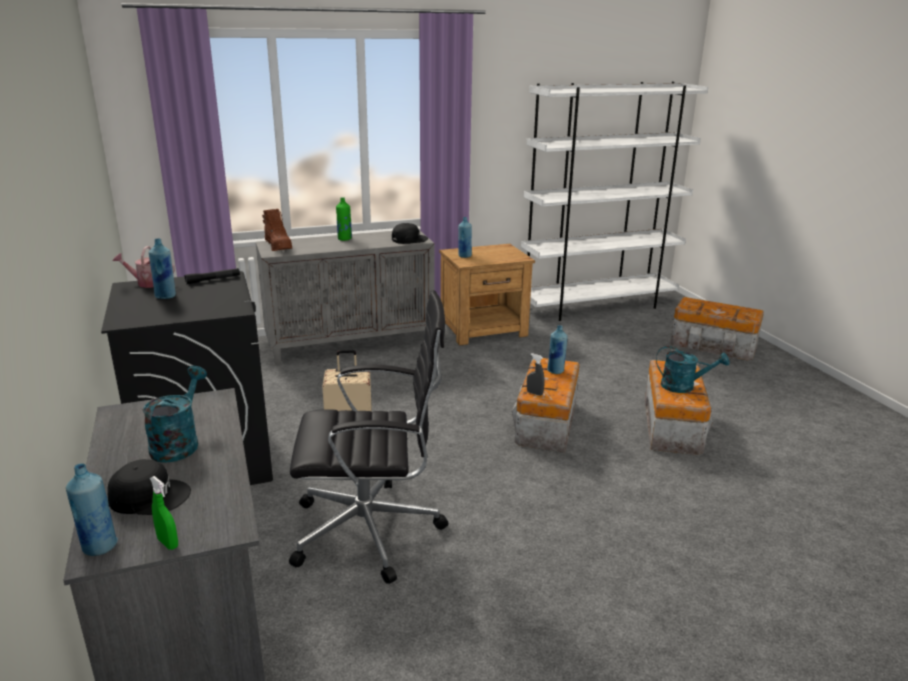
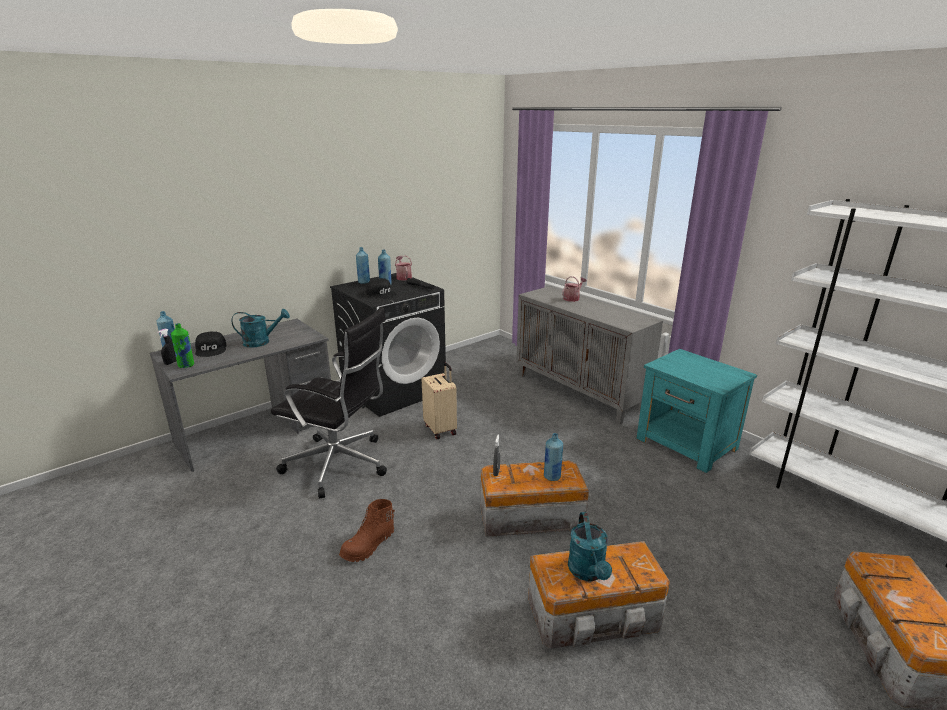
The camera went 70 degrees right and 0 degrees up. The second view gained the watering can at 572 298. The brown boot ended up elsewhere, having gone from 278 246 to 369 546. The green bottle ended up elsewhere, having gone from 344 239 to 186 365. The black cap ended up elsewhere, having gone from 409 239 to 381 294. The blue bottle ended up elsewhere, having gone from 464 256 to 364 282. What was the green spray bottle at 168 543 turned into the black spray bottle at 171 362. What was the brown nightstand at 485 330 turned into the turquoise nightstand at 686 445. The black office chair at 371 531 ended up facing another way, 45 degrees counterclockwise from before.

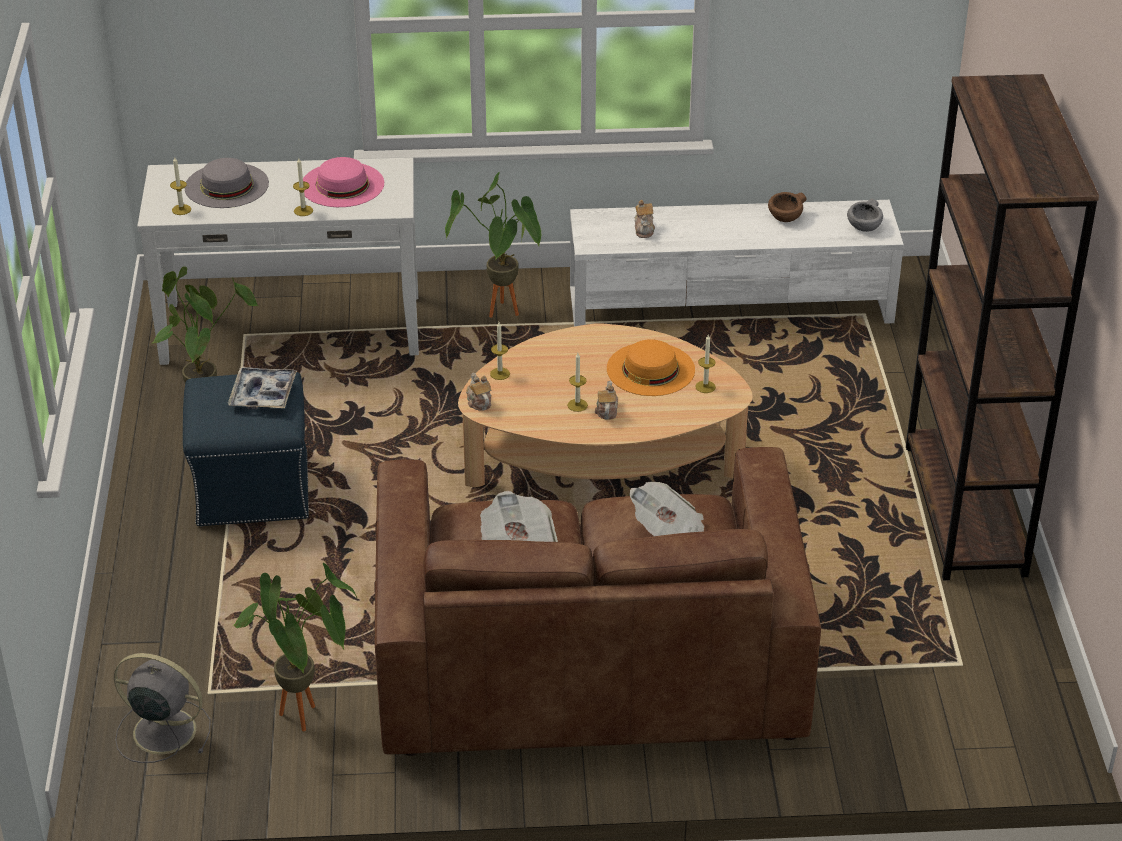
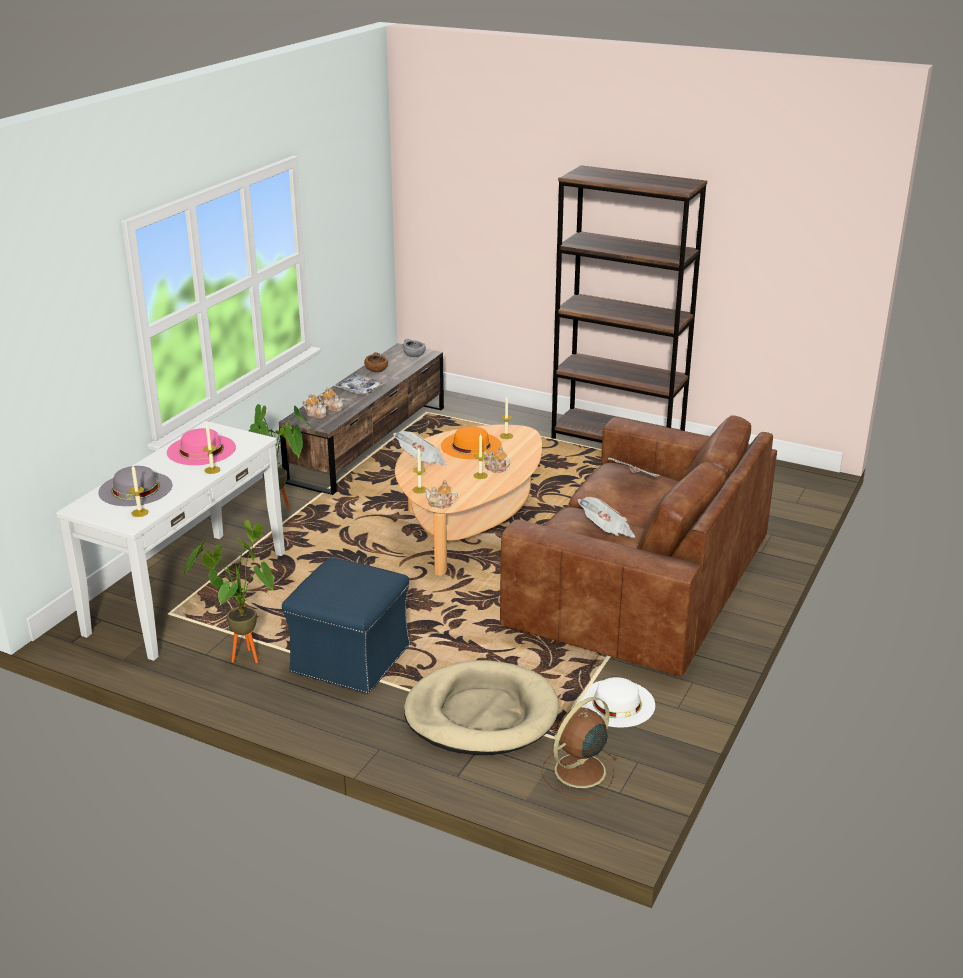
The camera went 60 degrees left and 10 degrees down. The second view gained the teapot at 316 414. The second view gained the newspaper at 421 461. The second view gained the beige dog bed at 481 714. The tray ended up elsewhere, having gone from 263 394 to 359 389. Where the potted plant stood at 308 720, the white hat came to stand at 617 703. What was the grey fan at 161 731 turned into the brown fan at 578 772. What was the white tv stand at 732 305 turned into the brown tv stand at 369 443.

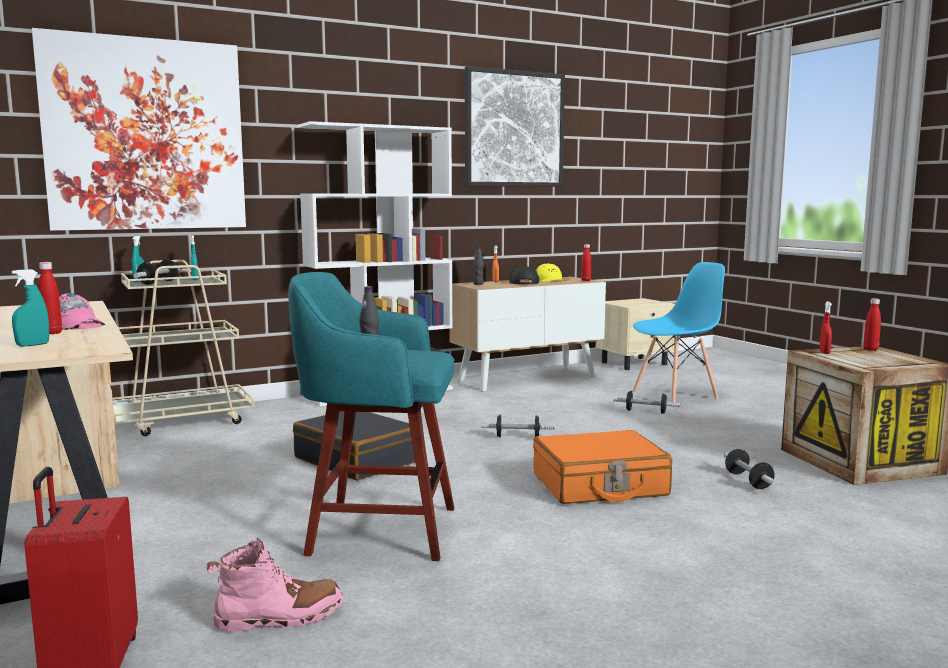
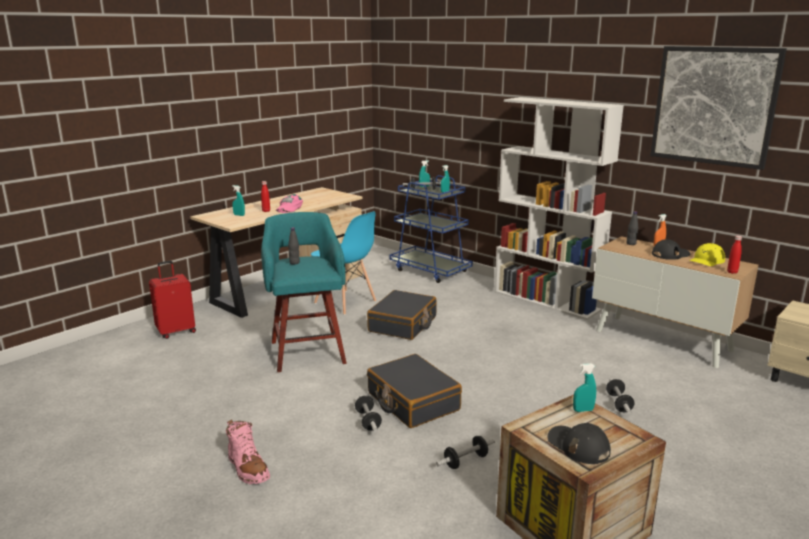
The camera went 70 degrees right and 10 degrees up. The second view lost the picture at 145 135. The second view lost the red bottle at 870 349. The second view gained the black cap at 578 446. The pink boot ended up elsewhere, having gone from 279 617 to 248 468. The dumbbell ended up elsewhere, having gone from 517 437 to 368 421. The blue chair ended up elsewhere, having gone from 675 395 to 345 302. What was the beige cart at 183 421 turned into the blue cart at 430 271. What was the orange suitcase at 599 485 turned into the black suitcase at 412 401. What was the red spray bottle at 824 352 turned into the turquoise spray bottle at 583 410.

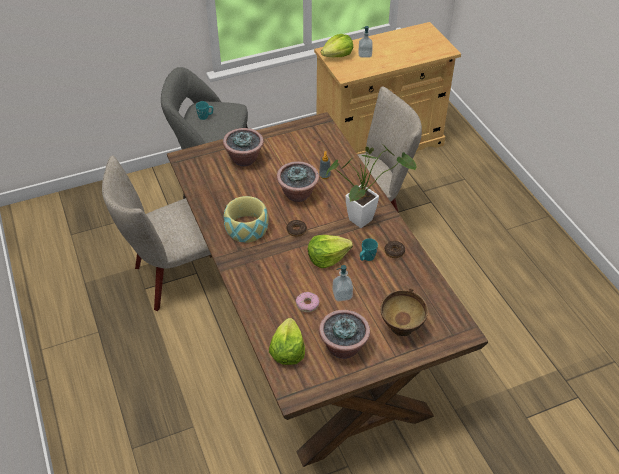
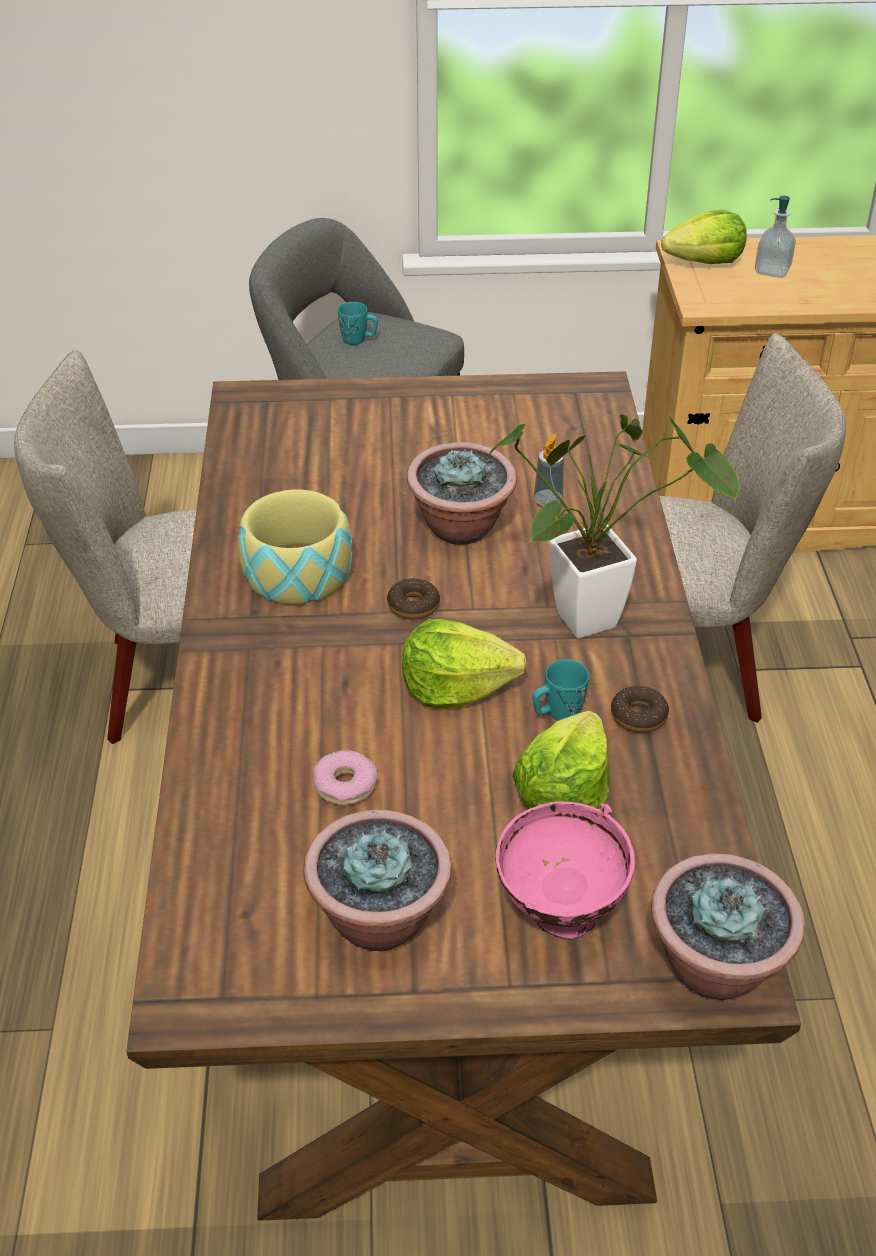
The camera went 20 degrees right and 5 degrees down. The second view lost the soap dispenser at 342 295. The potted plant ended up elsewhere, having gone from 244 159 to 716 967. The lettuce ended up elsewhere, having gone from 287 351 to 563 792. What was the brown bowl at 401 331 turned into the pink bowl at 558 923.

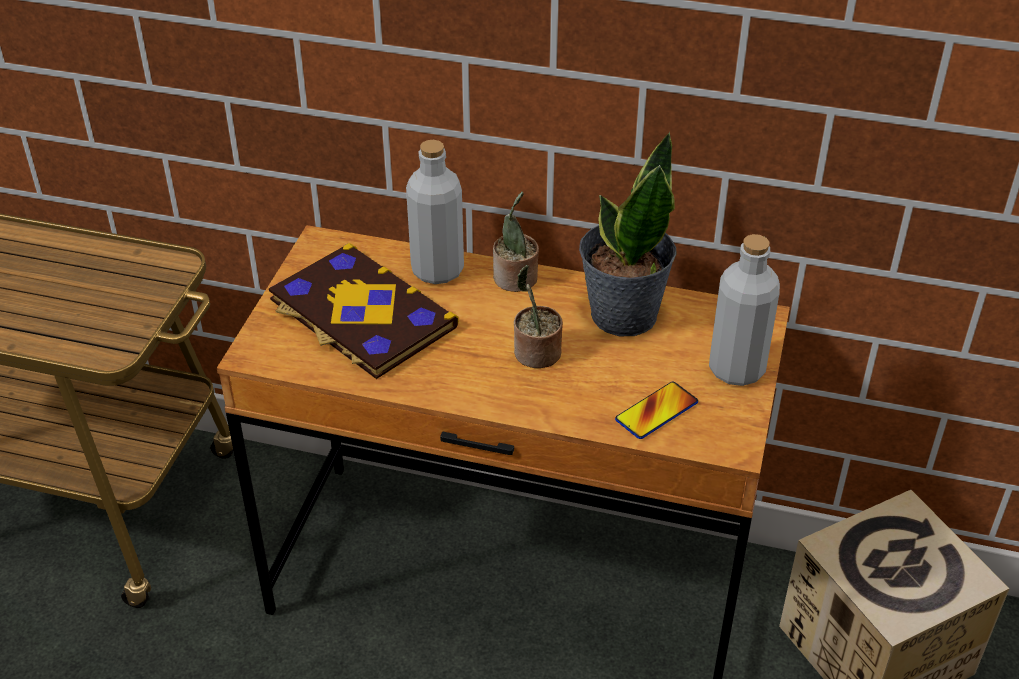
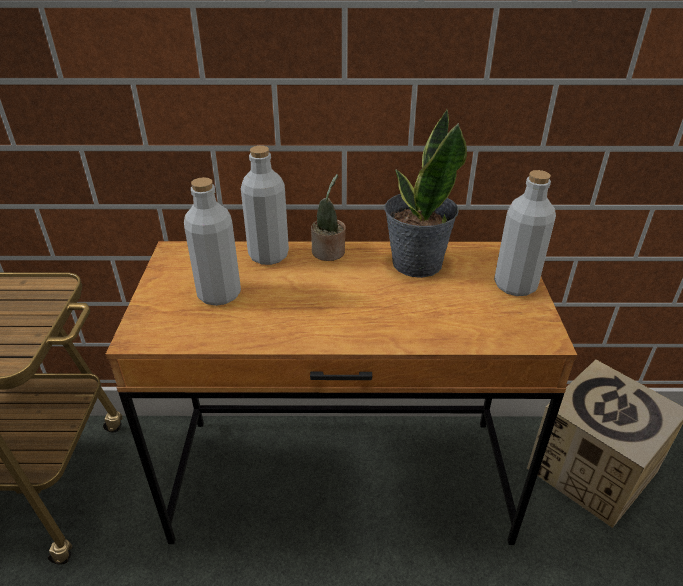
The camera went 15 degrees left and 5 degrees down. The second view lost the potted plant at 535 354. The second view lost the phone at 656 411. Where the book stood at 360 315, the grey bottle came to stand at 219 294.

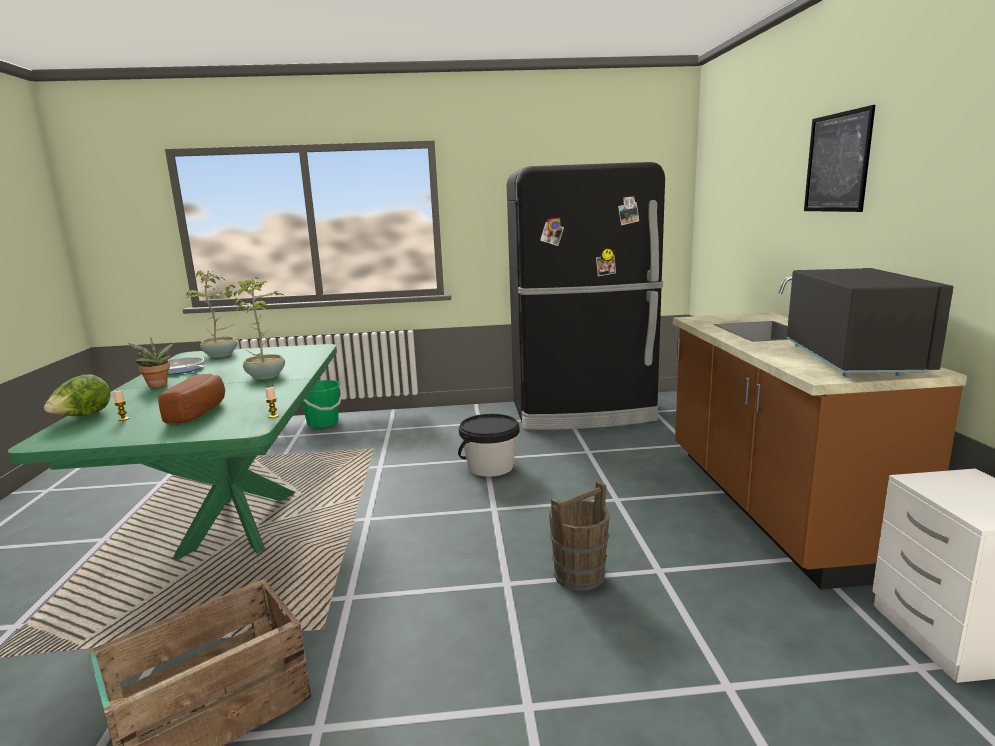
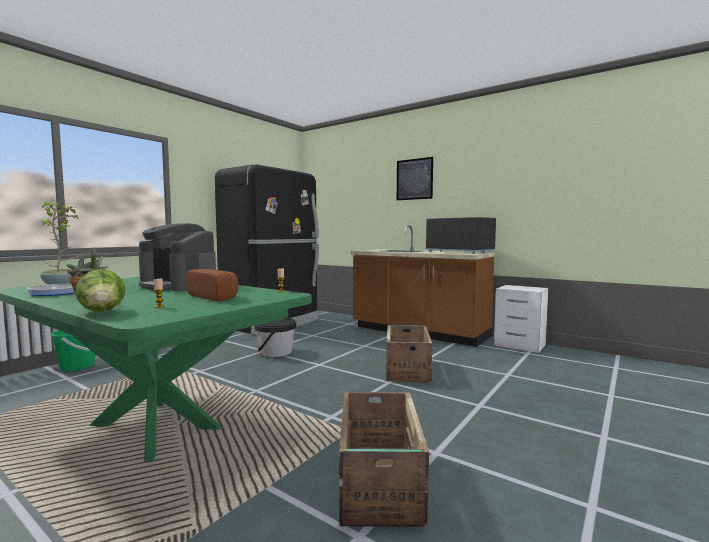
The camera went 50 degrees left and 10 degrees down. Where the potted plant stood at 266 376, the coffee machine came to stand at 179 285. Where the brown bucket stood at 579 575, the crate came to stand at 407 369.

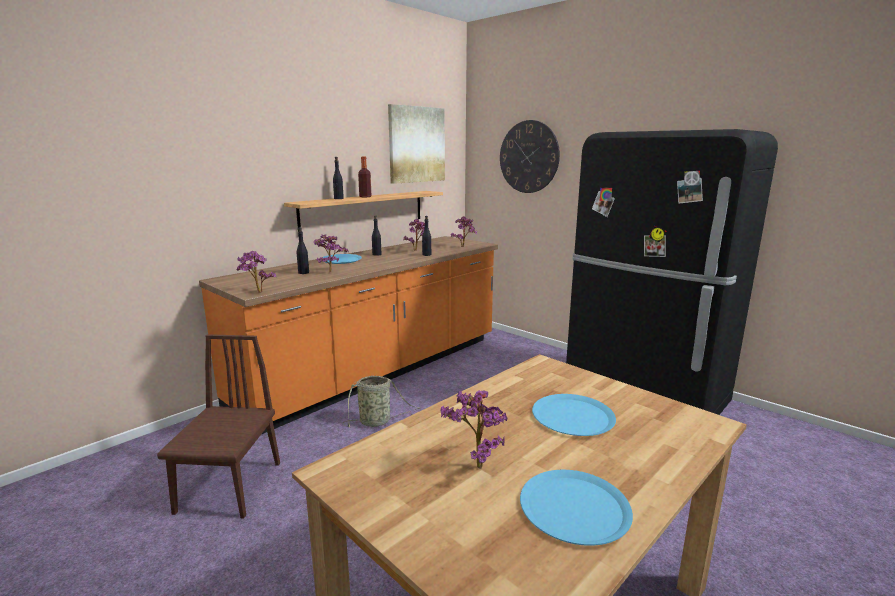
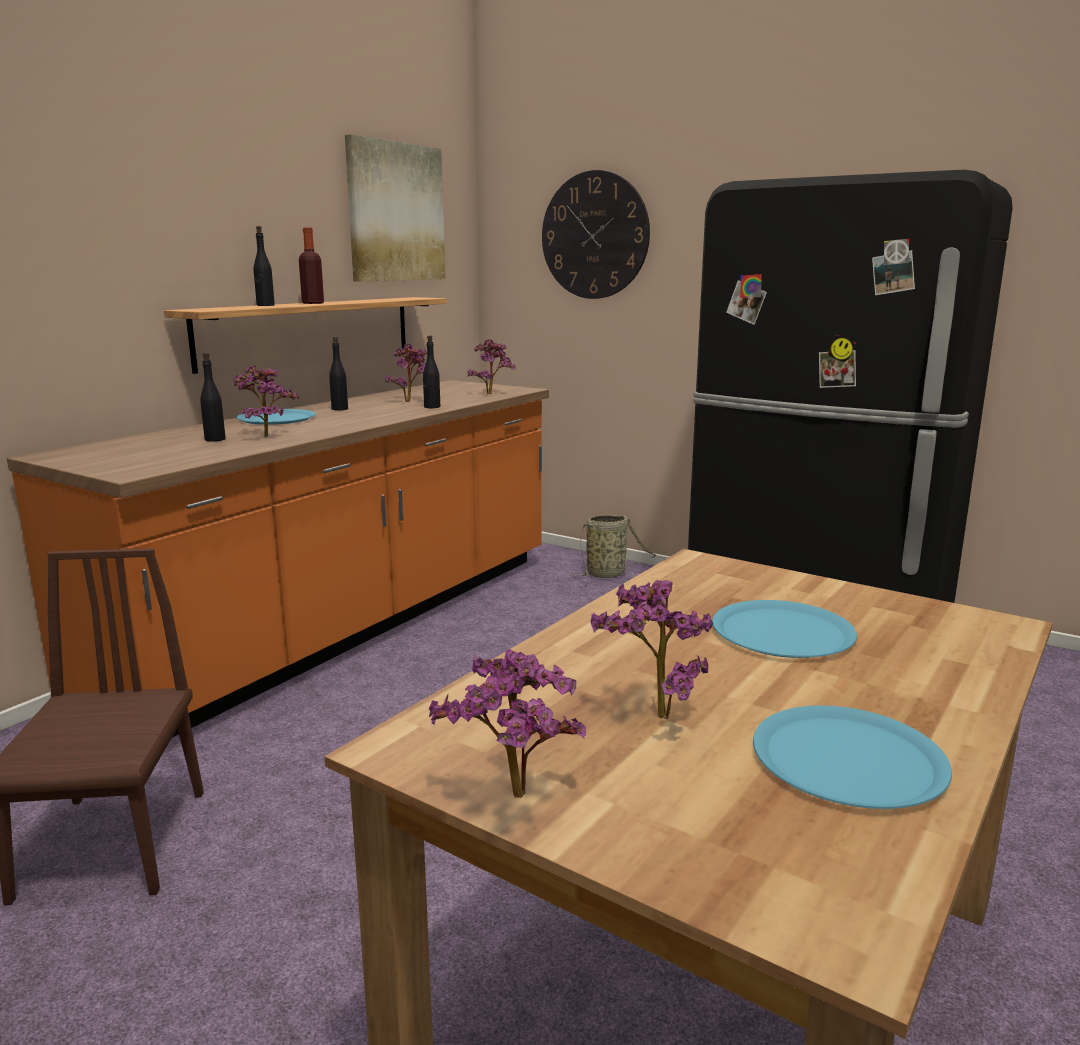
The camera went 10 degrees left and 0 degrees up. The potted plant ended up elsewhere, having gone from 257 293 to 514 802. The basket ended up elsewhere, having gone from 377 421 to 608 574.

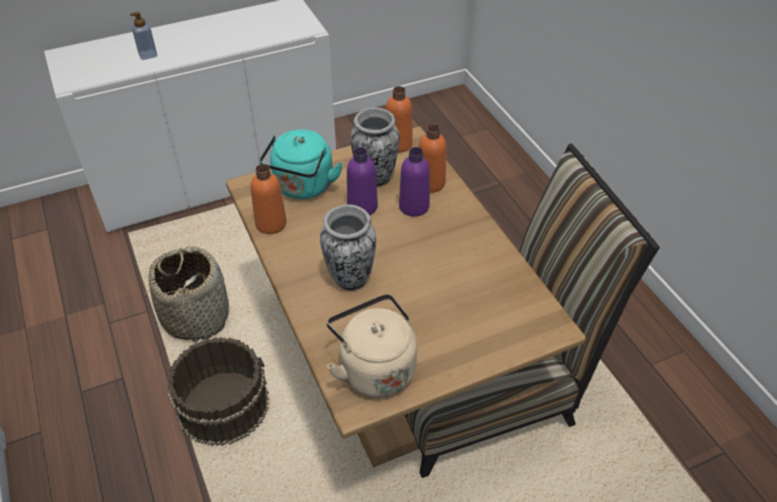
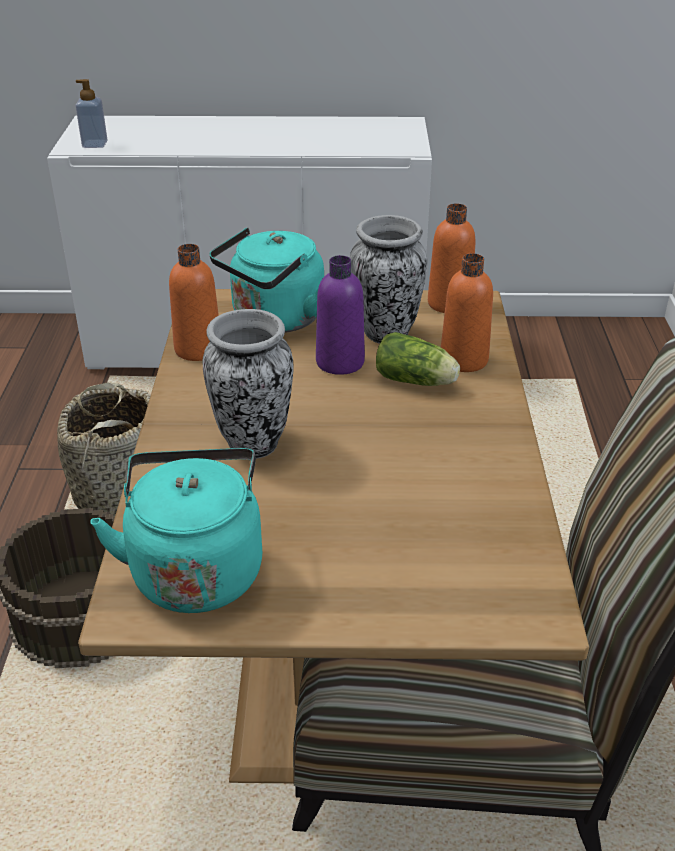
The camera went 25 degrees right and 10 degrees down. The soap dispenser ended up elsewhere, having gone from 148 55 to 95 144. Where the purple bottle stood at 414 206, the lettuce came to stand at 417 381. What was the beige kettle at 374 368 turned into the turquoise kettle at 196 569.

